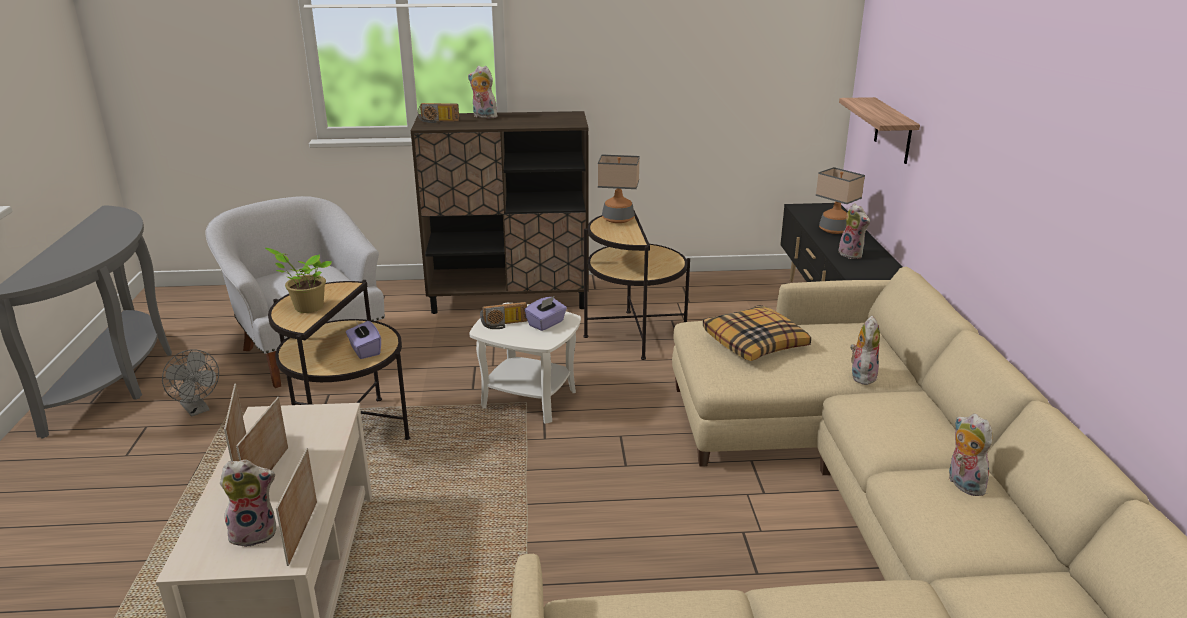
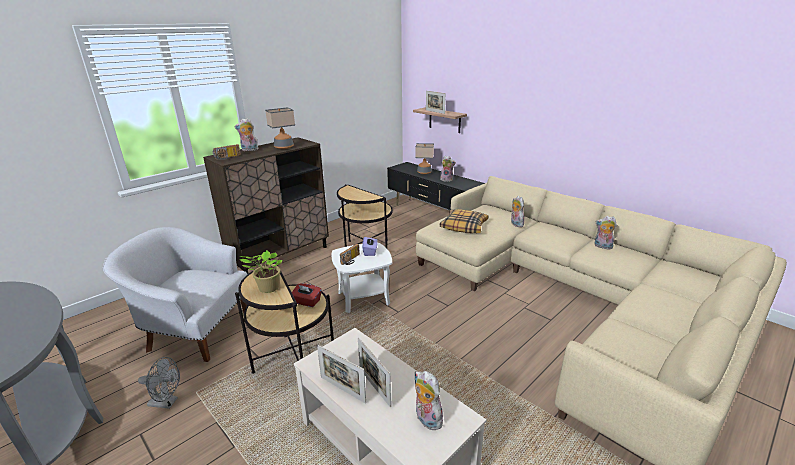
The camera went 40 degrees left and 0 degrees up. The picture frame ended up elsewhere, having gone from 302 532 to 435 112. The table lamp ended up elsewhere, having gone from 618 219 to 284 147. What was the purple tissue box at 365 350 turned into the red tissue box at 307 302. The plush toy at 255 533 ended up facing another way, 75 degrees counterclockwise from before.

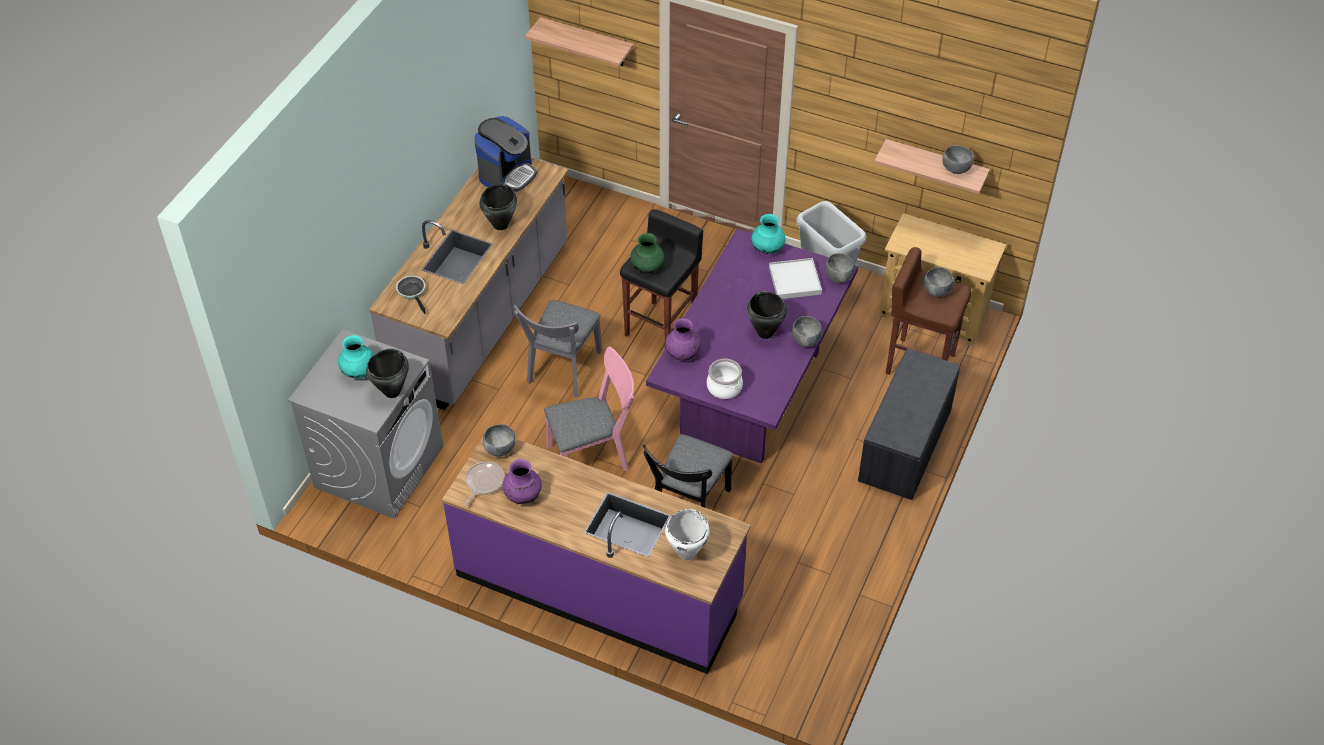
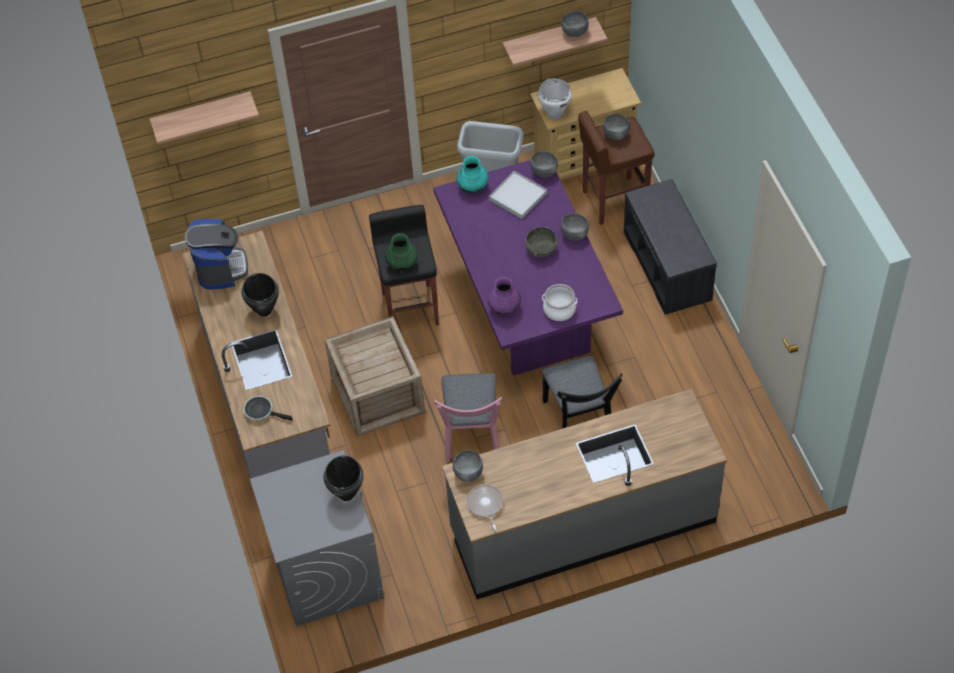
The camera went 40 degrees left and 5 degrees up. The second view lost the turquoise vase at 359 372. The second view lost the purple vase at 523 496. The white cooking pot ended up elsewhere, having gone from 686 553 to 554 114. Where the grey chair stood at 562 371, the crate came to stand at 377 395. Where the black cooking pot stood at 765 333, the grey bowl came to stand at 541 250. What was the purple counter at 599 588 turned into the grey counter at 582 525. The pink chair at 594 455 ended up facing another way, 150 degrees clockwise from before.

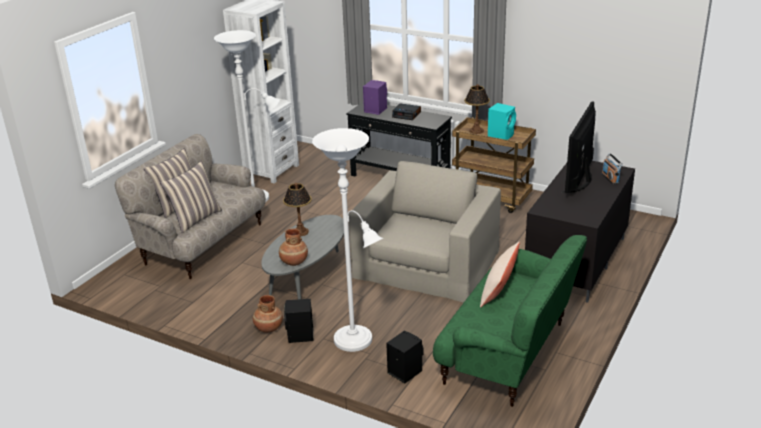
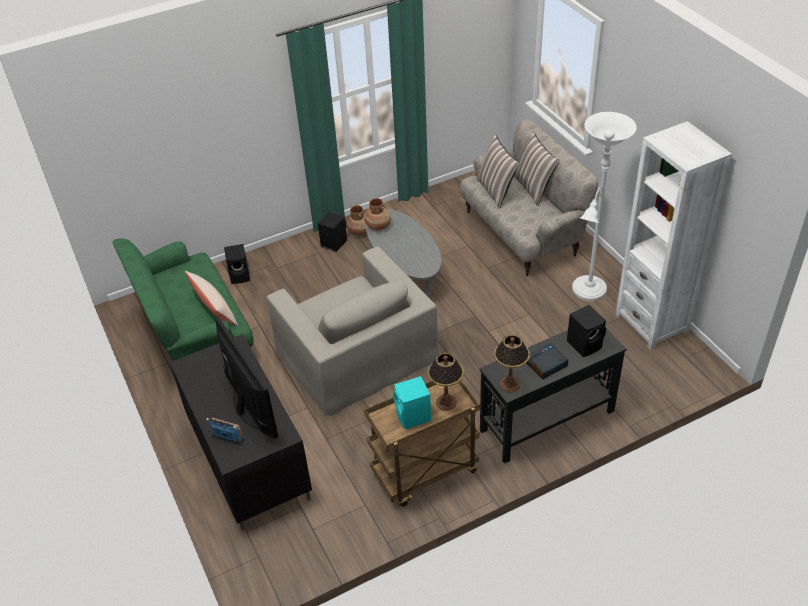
The camera went 125 degrees right and 15 degrees up. The second view lost the white floor lamp at 356 342. The table lamp ended up elsewhere, having gone from 300 232 to 510 384. What was the purple speaker at 375 110 turned into the black speaker at 585 344.

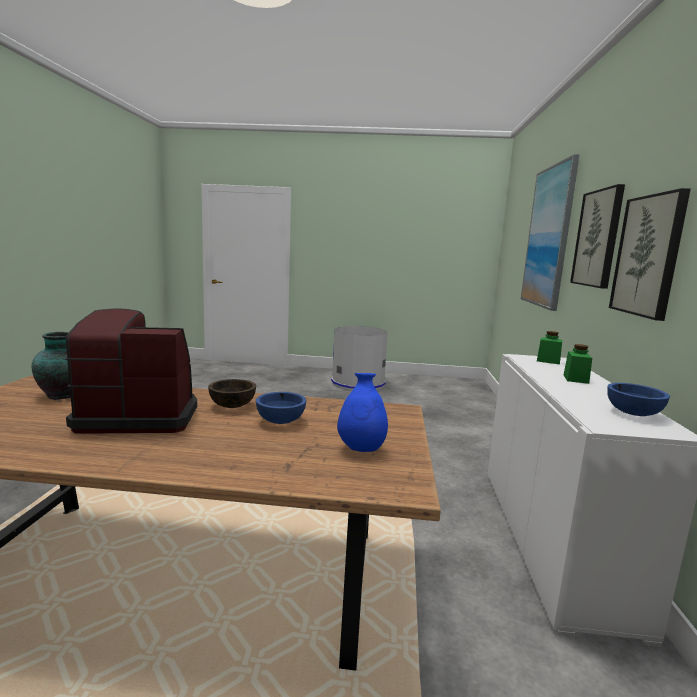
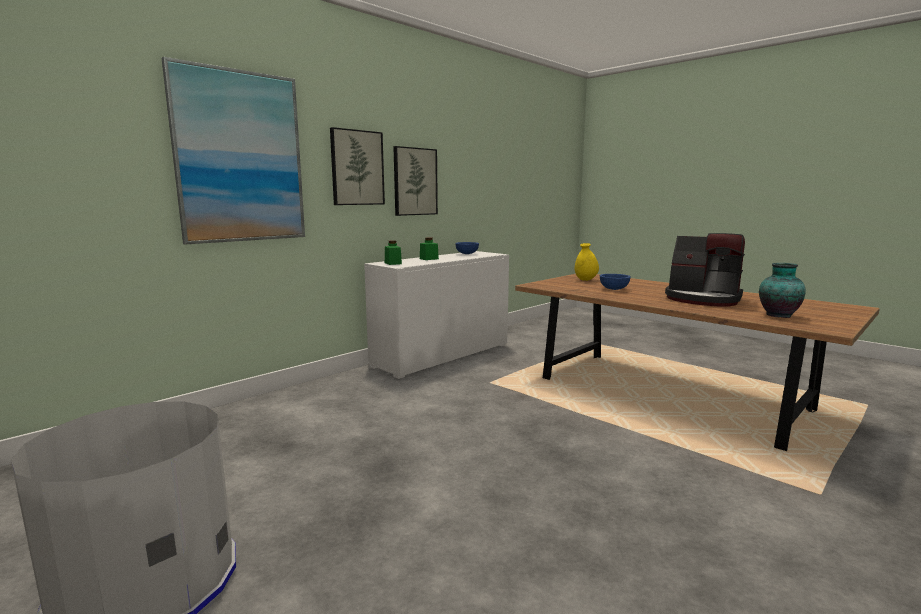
The camera went 140 degrees left and 0 degrees up. The second view lost the brown bowl at 233 405. What was the blue vase at 361 449 turned into the yellow vase at 585 280.

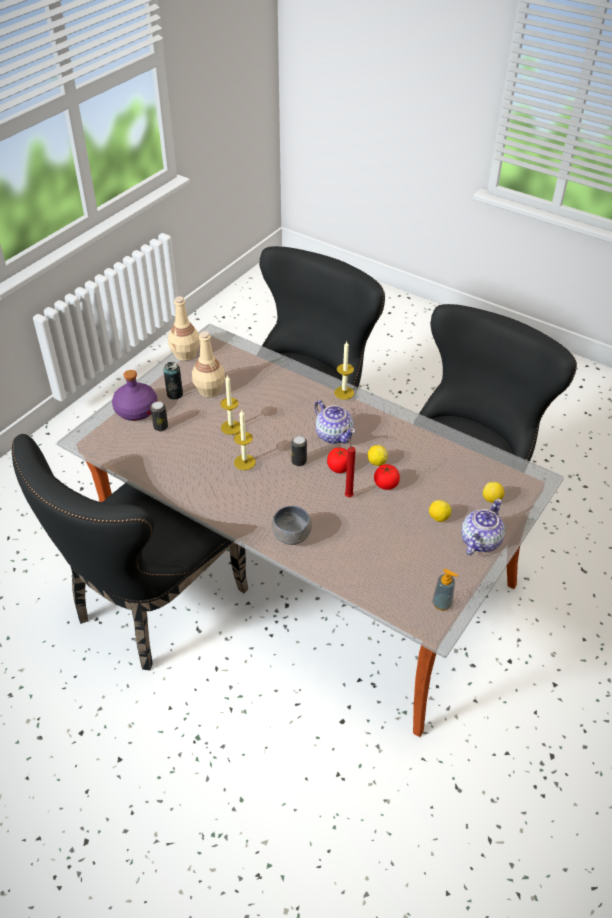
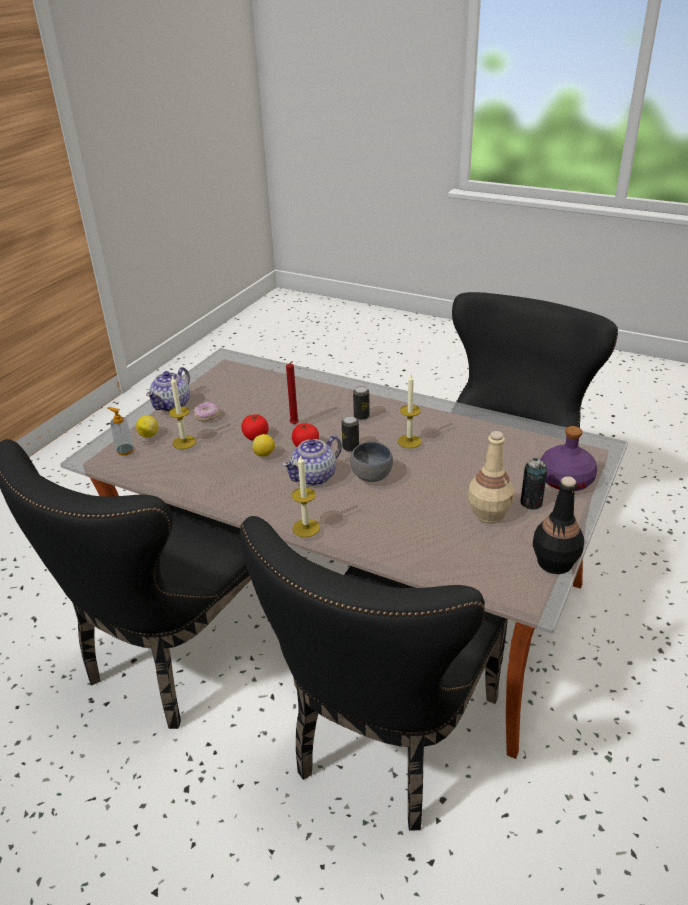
The camera went 175 degrees right and 10 degrees down. The can ended up elsewhere, having gone from 160 427 to 361 416. The candle ended up elsewhere, having gone from 231 427 to 184 442. The grey bowl ended up elsewhere, having gone from 290 535 to 373 477. The soap dispenser ended up elsewhere, having gone from 442 604 to 125 451. Where the lemon stood at 438 518, the donut came to stand at 207 417. What was the beige bottle at 186 354 turned into the black bottle at 554 562. The teapot at 334 435 ended up facing another way, 90 degrees counterclockwise from before.

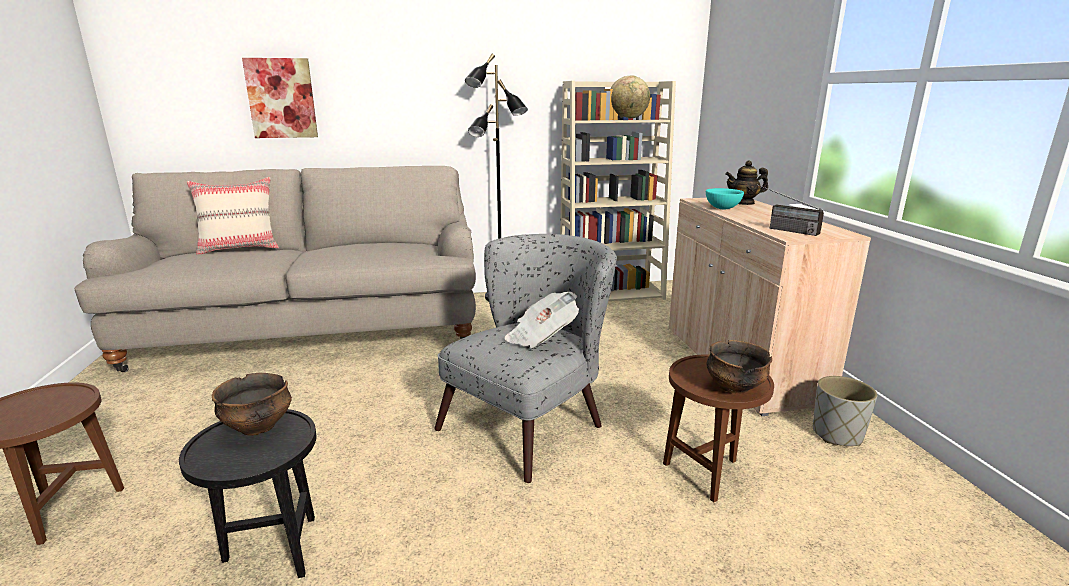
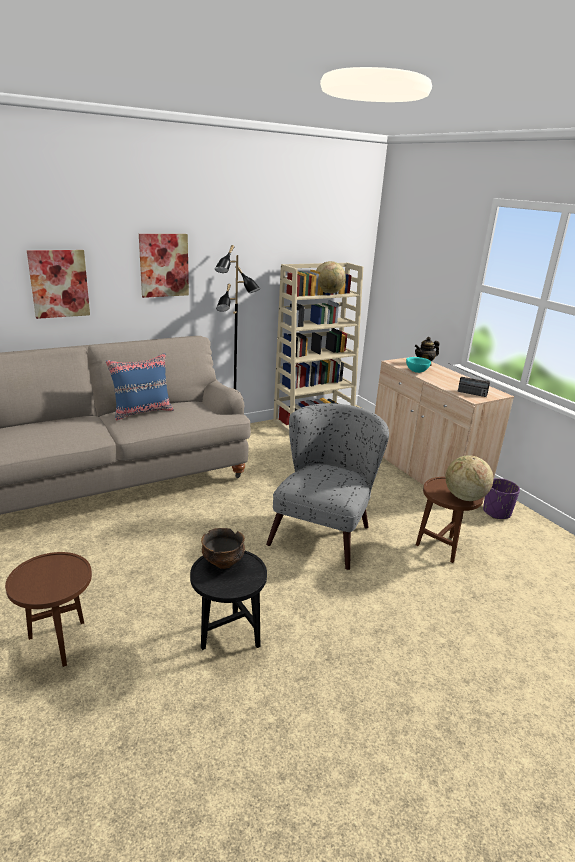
The camera went 20 degrees left and 5 degrees up. The second view lost the beige pillow at 240 249. The second view lost the newspaper at 541 337. The second view gained the blue pillow at 142 412. The second view gained the picture at 164 265. Where the bowl stood at 734 387, the globe came to stand at 464 497. What was the grey planter at 837 435 turned into the purple planter at 497 512.

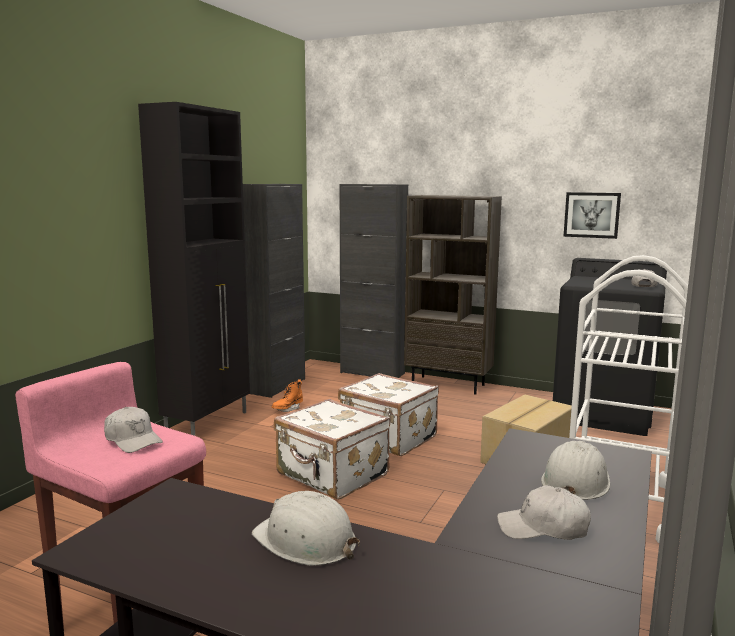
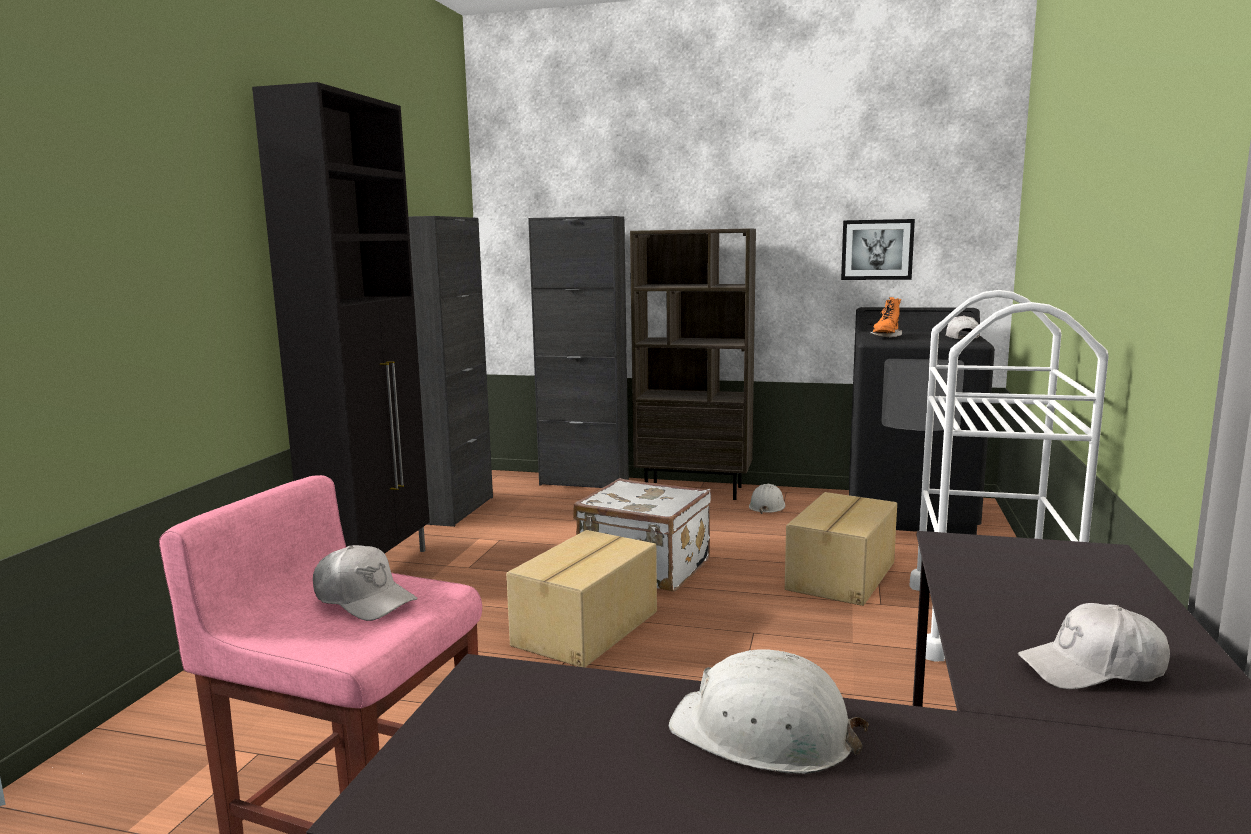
The camera went 10 degrees left and 0 degrees up. The orange boot ended up elsewhere, having gone from 287 409 to 886 337. The white hard hat ended up elsewhere, having gone from 575 482 to 767 506. Where the white suitcase stood at 332 475, the cardboard box came to stand at 588 628.

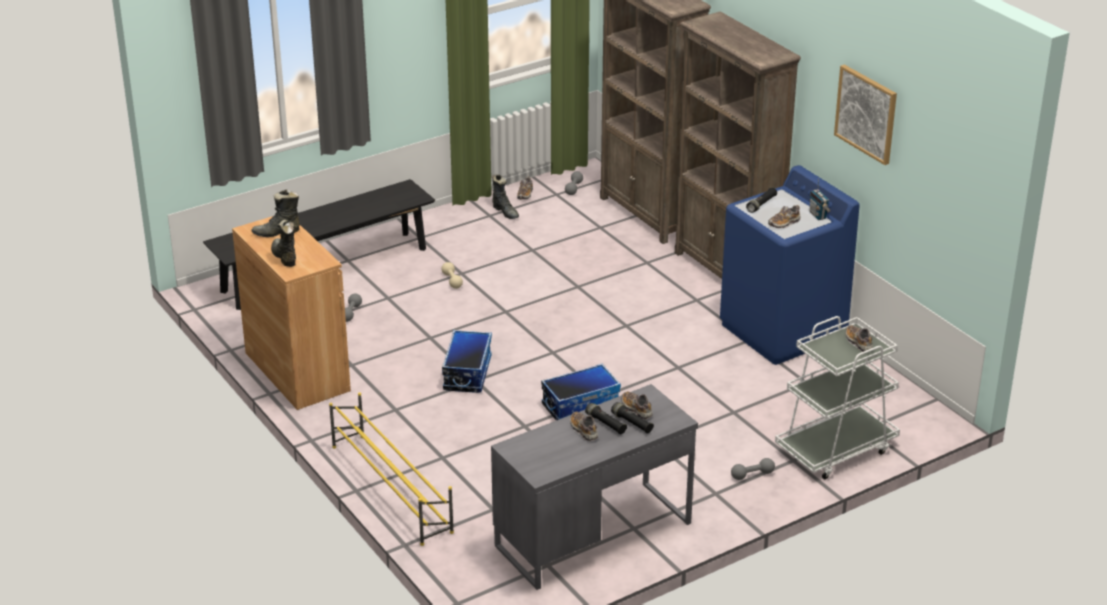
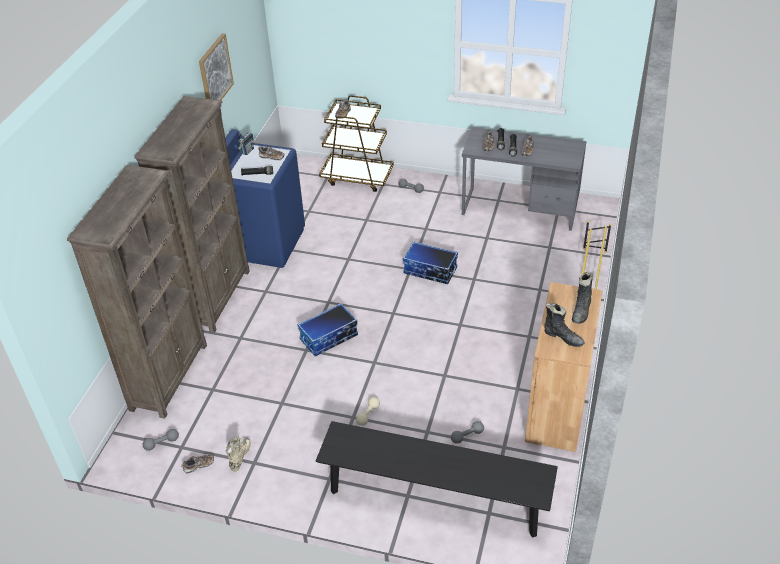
The camera went 130 degrees left and 10 degrees up. The storage box ended up elsewhere, having gone from 466 373 to 329 338. What was the black boot at 505 212 turned into the beige boot at 239 457. What was the white cart at 835 449 turned into the brown cart at 357 177.

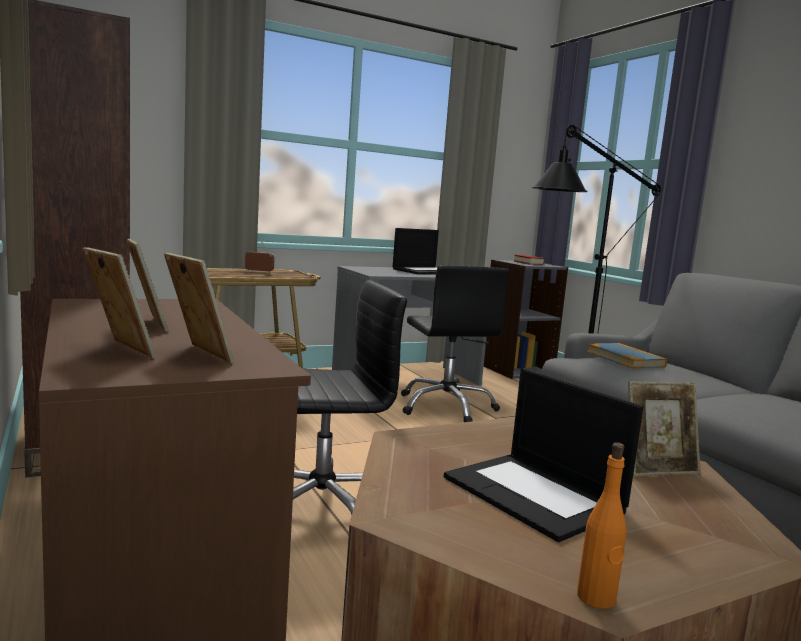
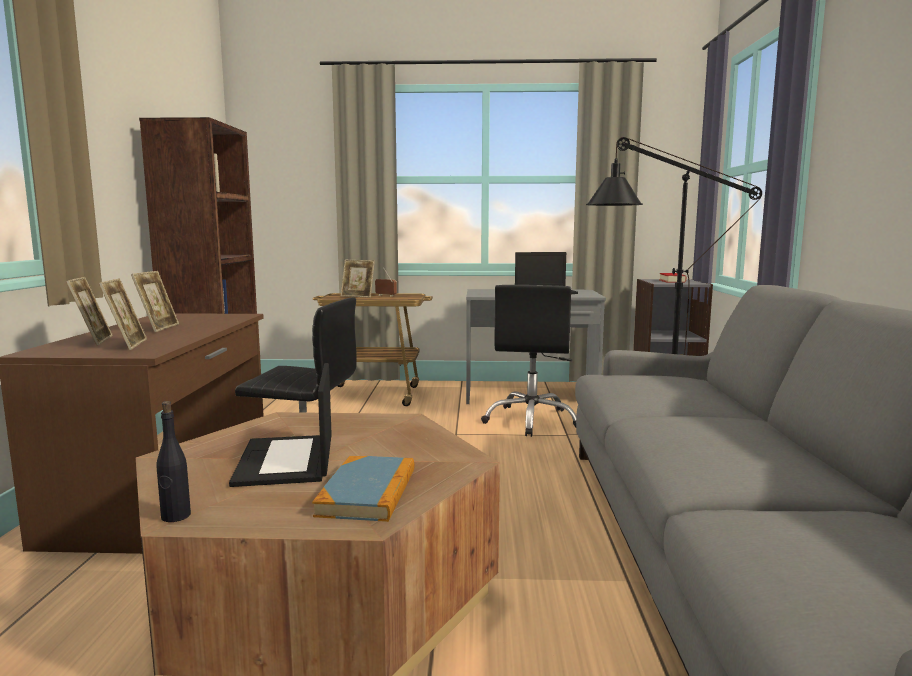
The camera went 30 degrees right and 0 degrees up. The book ended up elsewhere, having gone from 625 359 to 368 492. The picture frame ended up elsewhere, having gone from 658 469 to 358 296. What was the orange bottle at 596 598 turned into the black bottle at 175 516.

